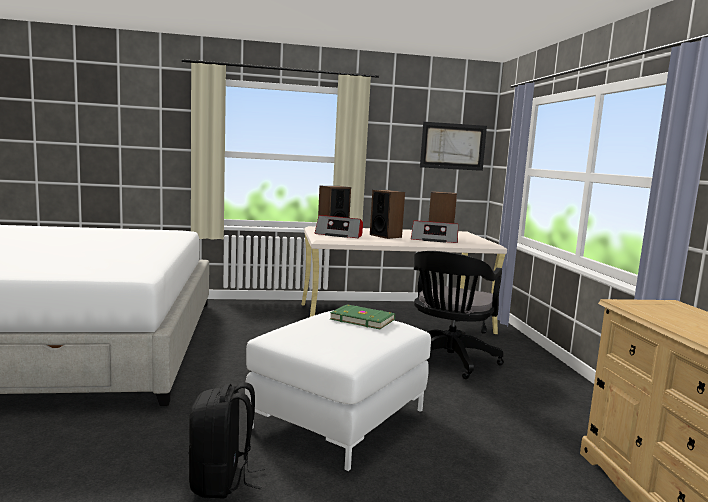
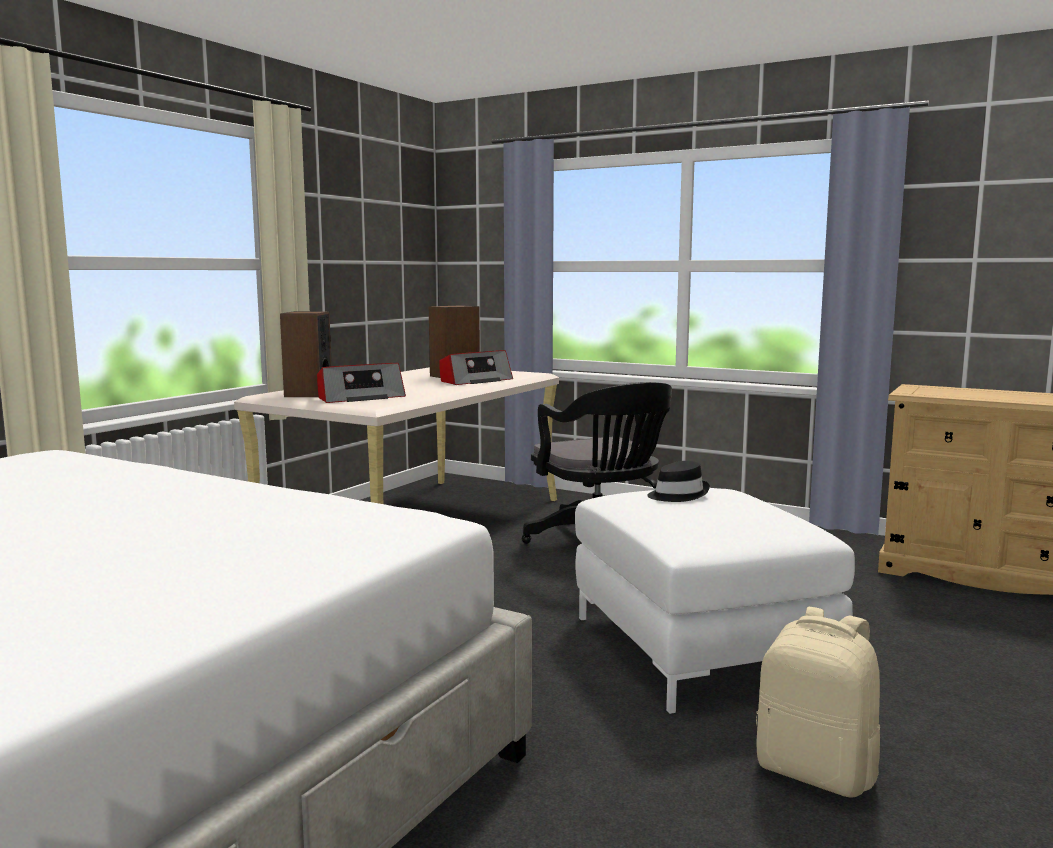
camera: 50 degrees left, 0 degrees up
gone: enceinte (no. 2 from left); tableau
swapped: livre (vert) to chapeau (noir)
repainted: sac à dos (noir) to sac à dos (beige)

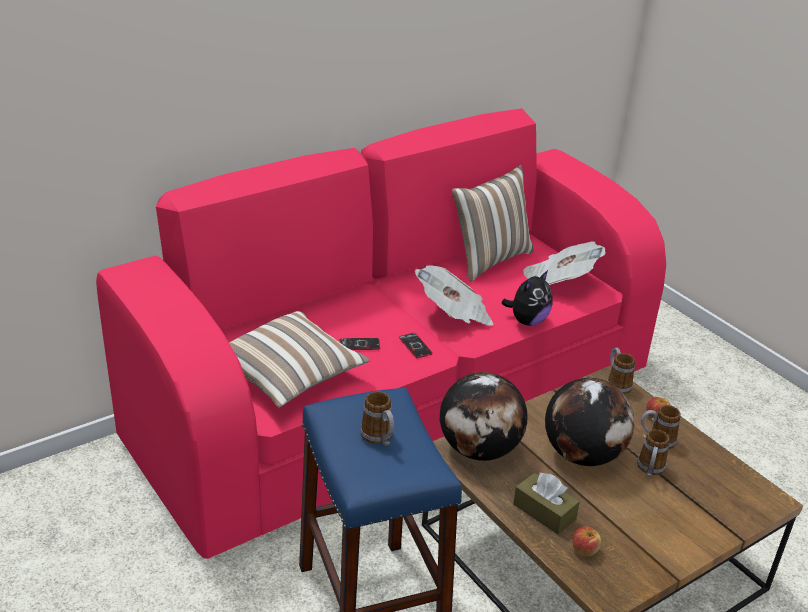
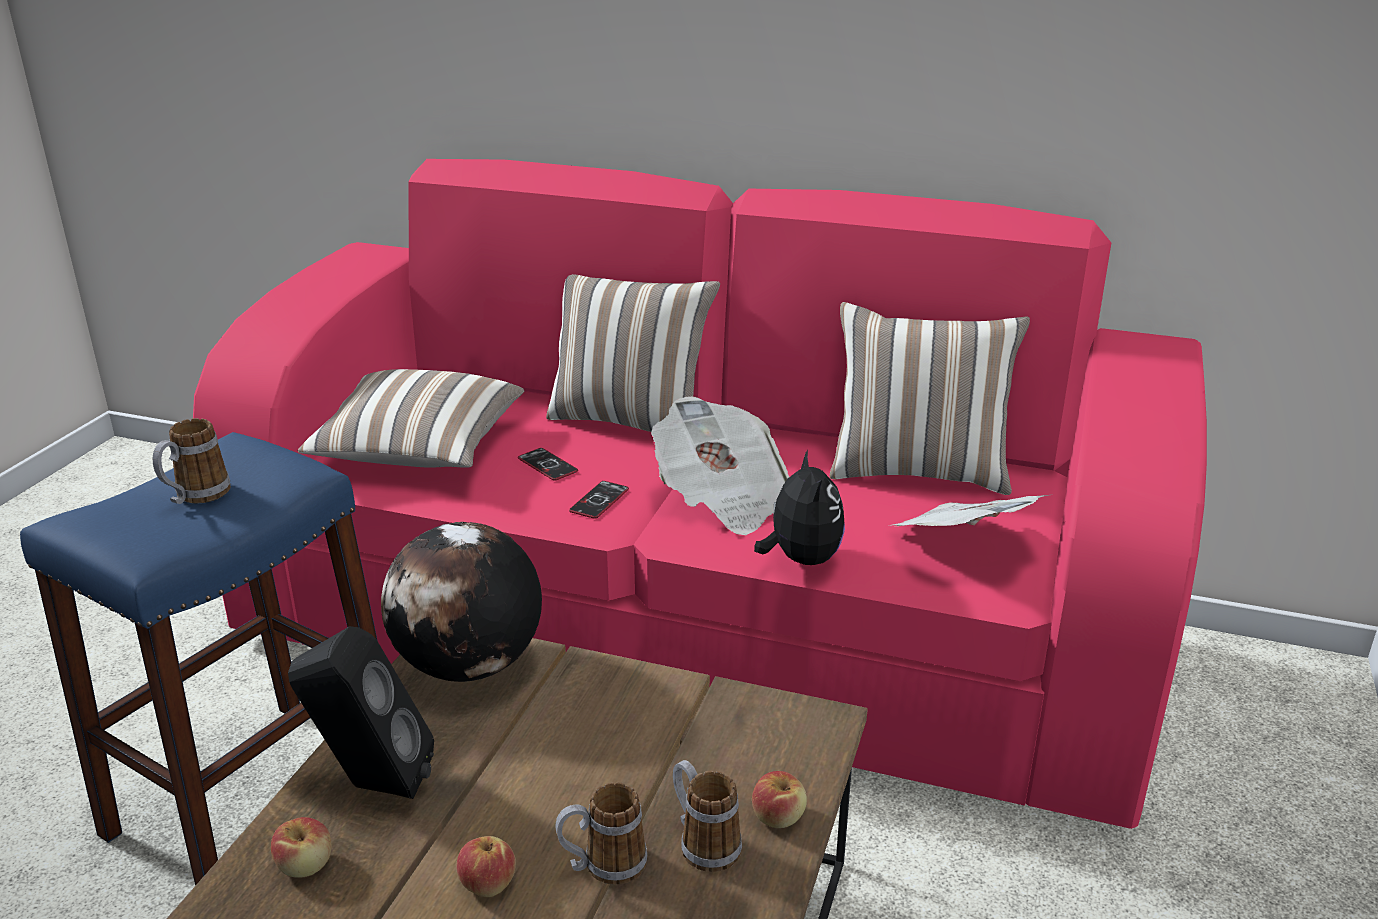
camera: 55 degrees right, 5 degrees down
gone: globe (no. 2 from left); mug (no. 2 from left)
new: pomme (no. 2 from left); coussin (no. 2 from left)
swapped: boîte à mouchoirs (marron) to enceinte (noir)
rotated: peluche 105 degrees counterclockwise

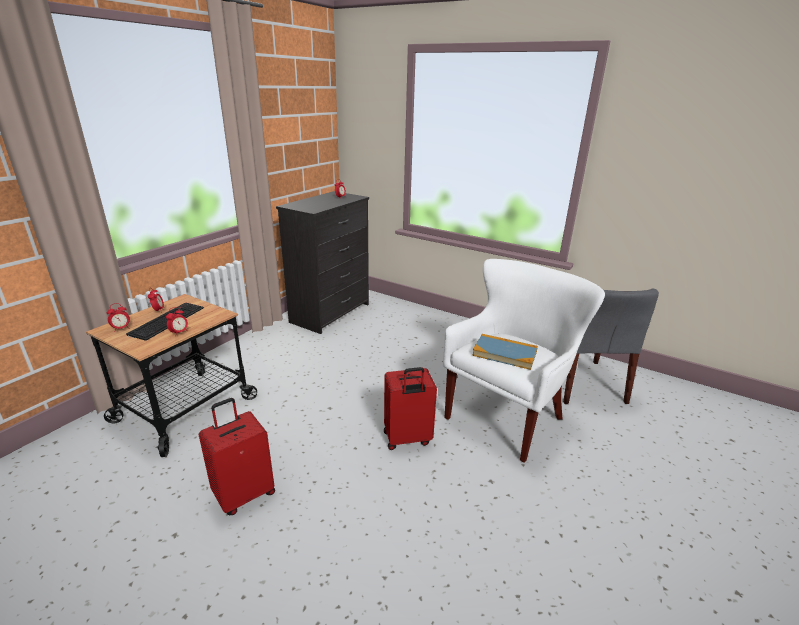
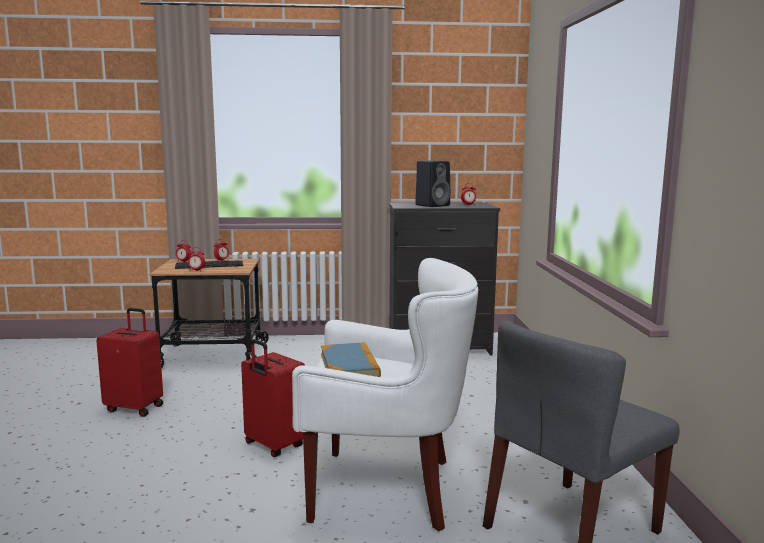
camera: 55 degrees right, 15 degrees down
new: enceinte (noir)

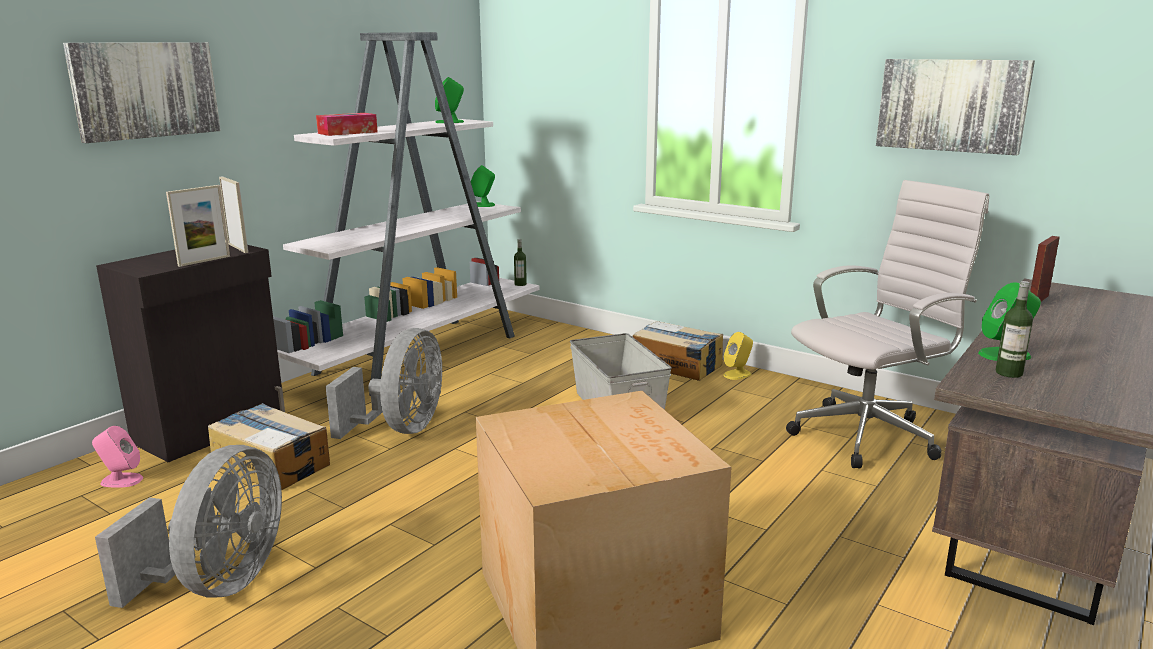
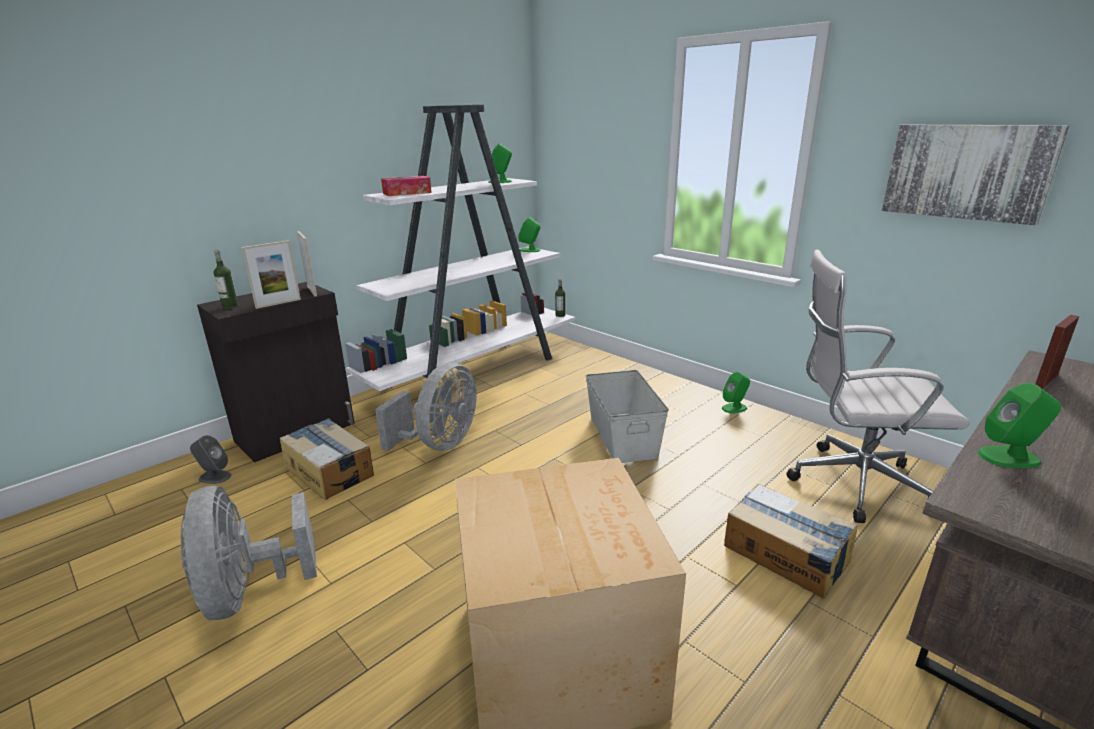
camera: 10 degrees right, 5 degrees up
gone: tableau (no. 1 from left)
shifted: bouteille (no. 2 from left in the first image) to bouteille (no. 1 from left); carton (no. 3 from left)
repainted: enceinte (rose) to enceinte (gris); enceinte (jaune) to enceinte (vert) (no. 3 from left)
rotated: ventilateur (gris) (no. 1 from left) 135 degrees clockwise; chaise de bureau (blanc) 150 degrees counterclockwise

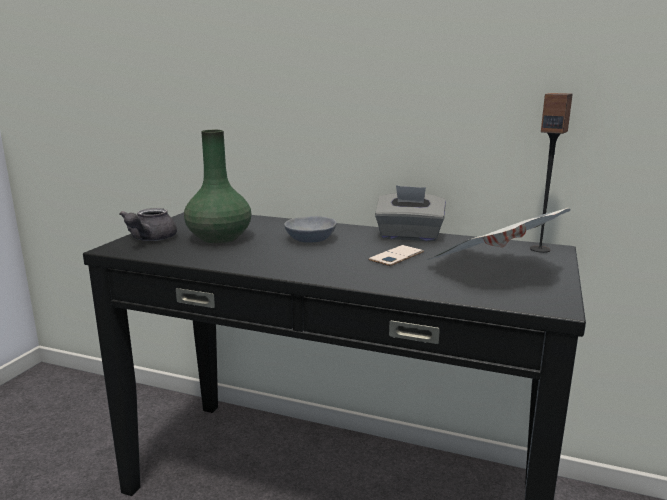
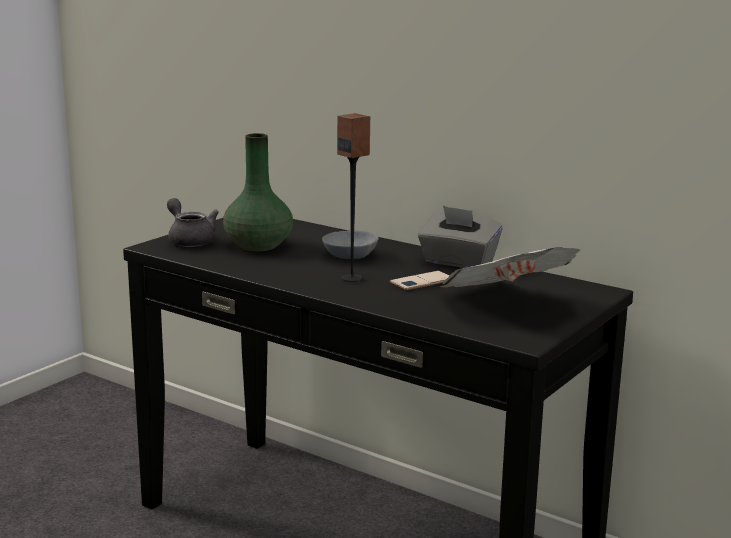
camera: 15 degrees right, 0 degrees up
shifted: enceinte
rotated: théière (gris) 120 degrees clockwise

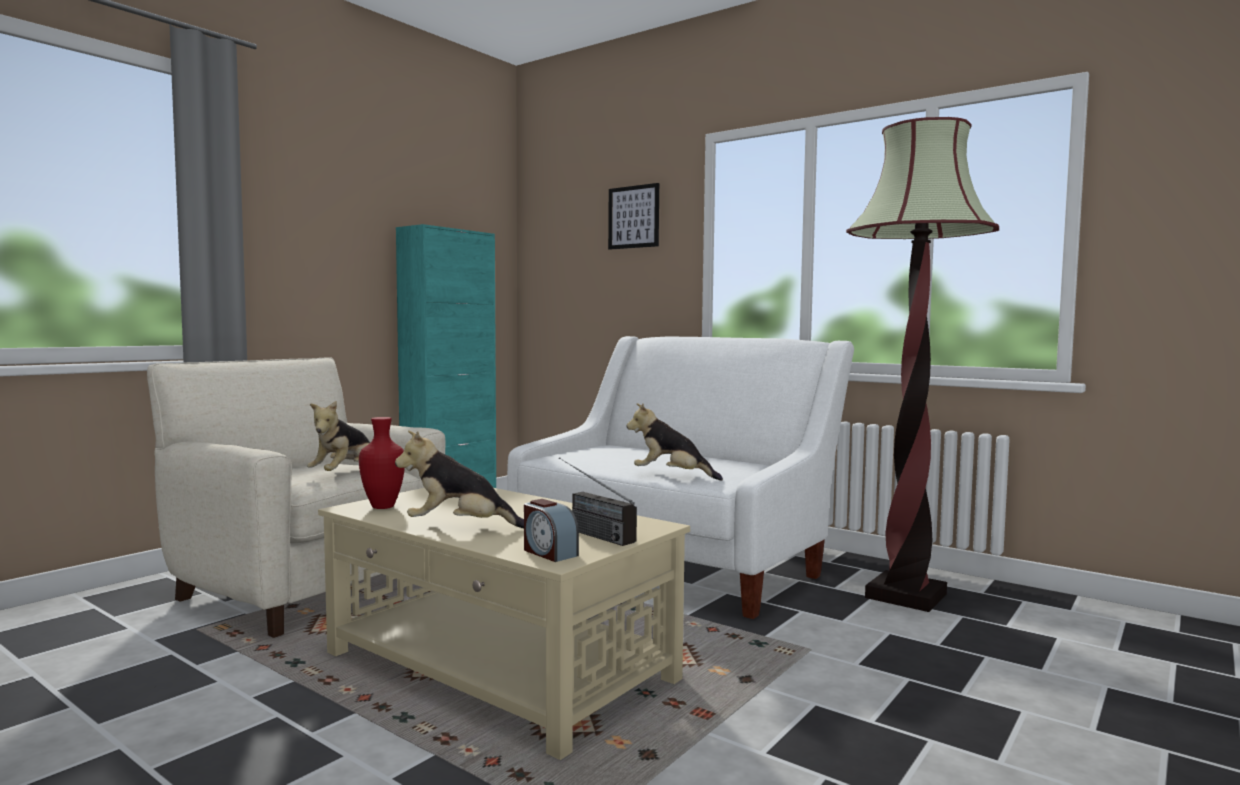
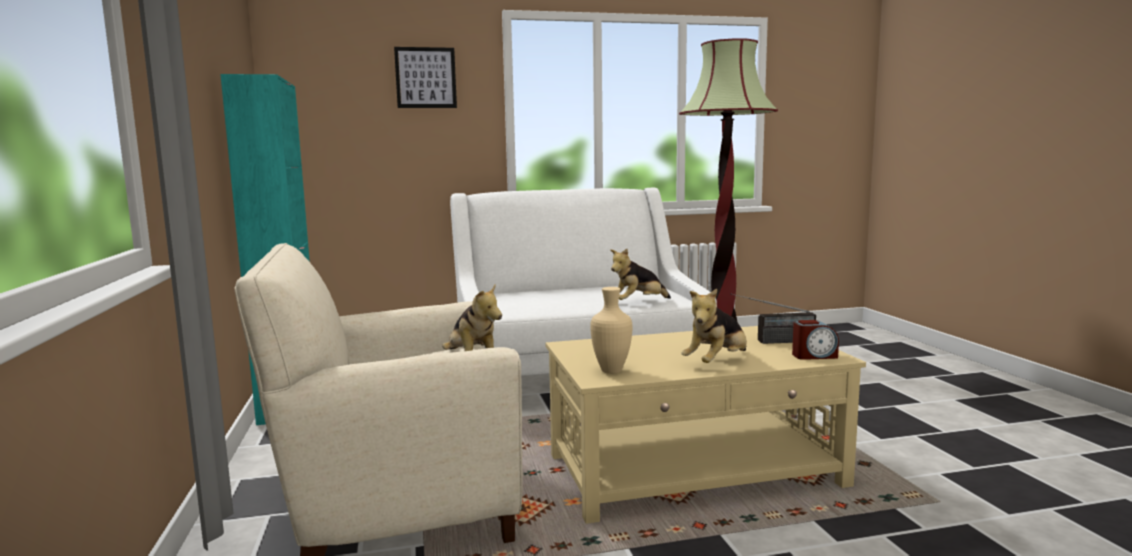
camera: 50 degrees left, 5 degrees up
repainted: vase (rouge) to vase (beige)

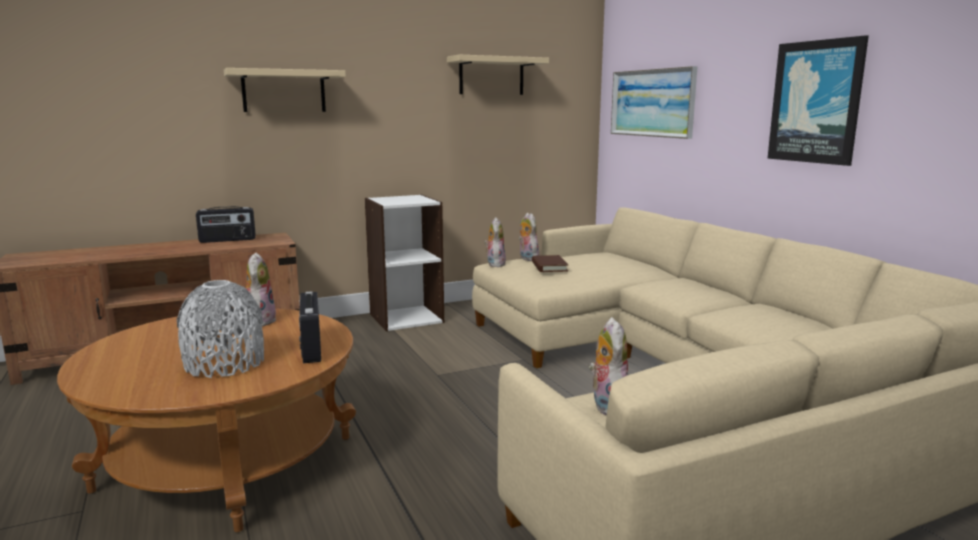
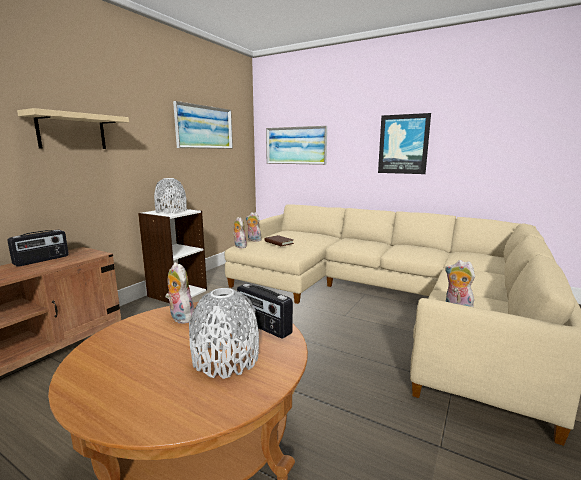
camera: 35 degrees left, 0 degrees up
new: vase (gris) (no. 1 from left)
swapped: étagère (beige) (no. 2 from left) to tableau (no. 1 from left)

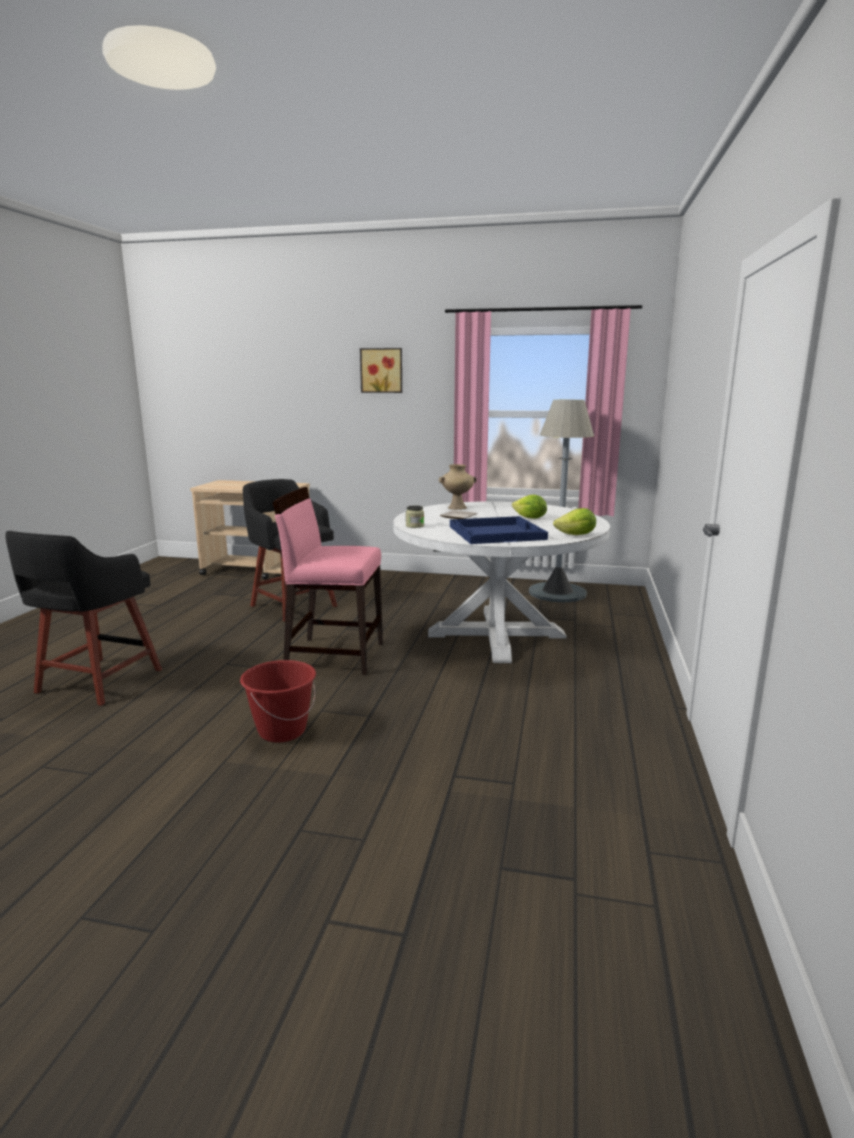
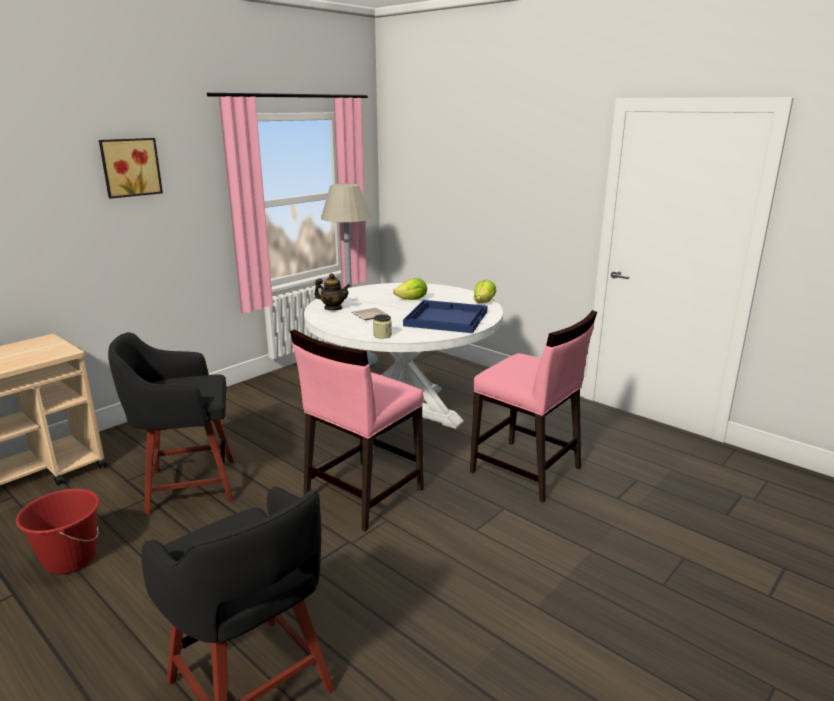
camera: 60 degrees left, 5 degrees up
new: chaise (rose) (no. 2 from left)
shifted: seau (rouge)
swapped: vase (beige) to théière

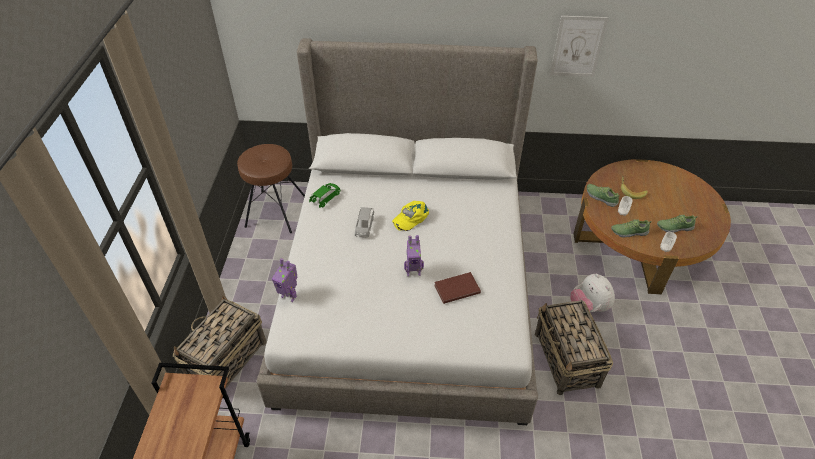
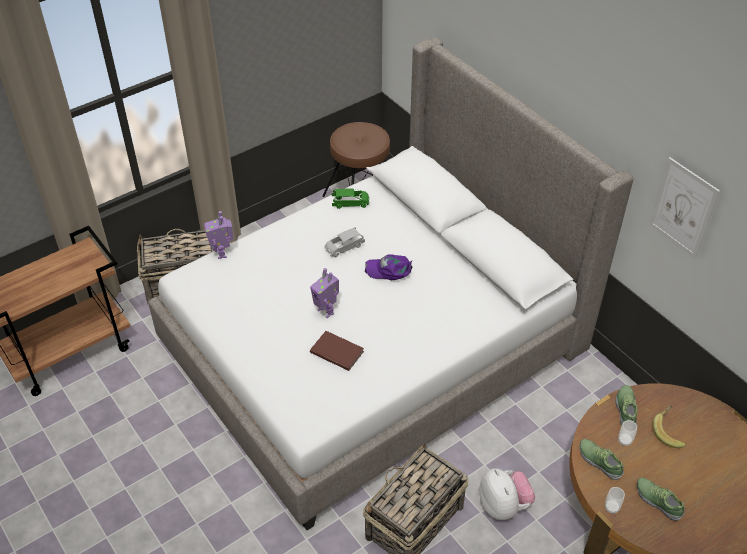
camera: 50 degrees right, 0 degrees up
repainted: casquette (jaune) to casquette (violet)
rotated: peluche 135 degrees clockwise

